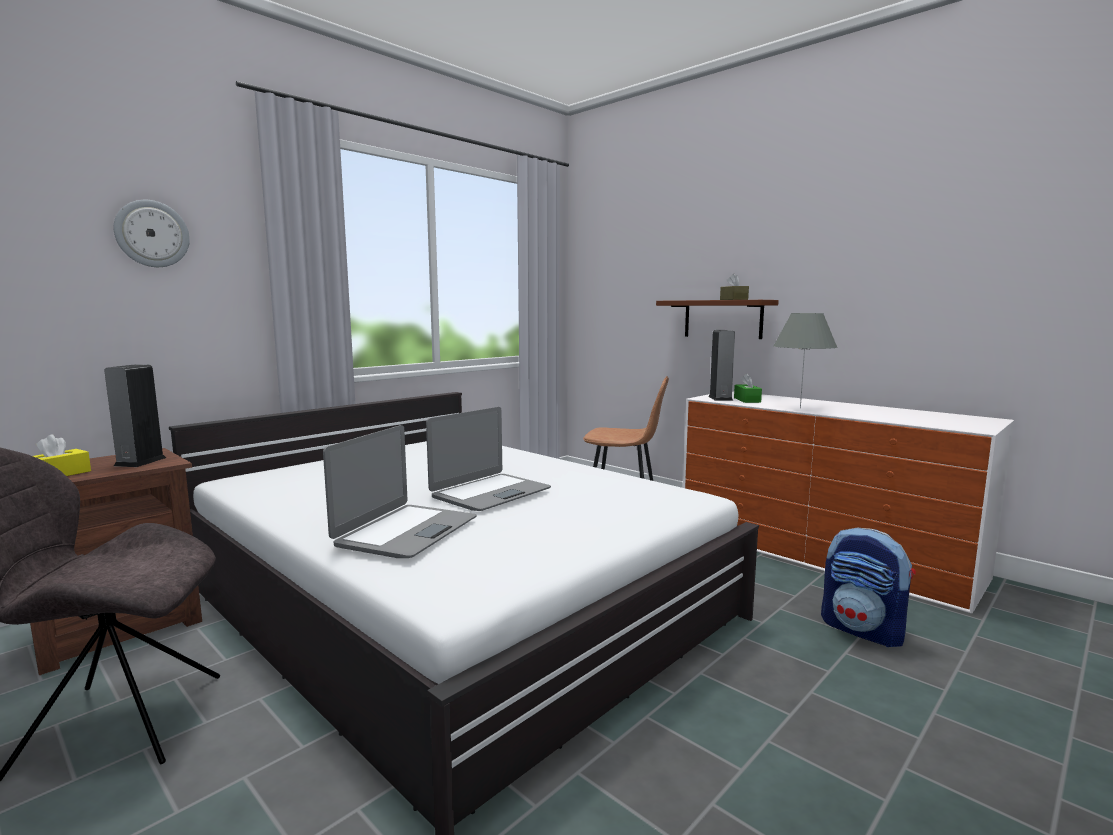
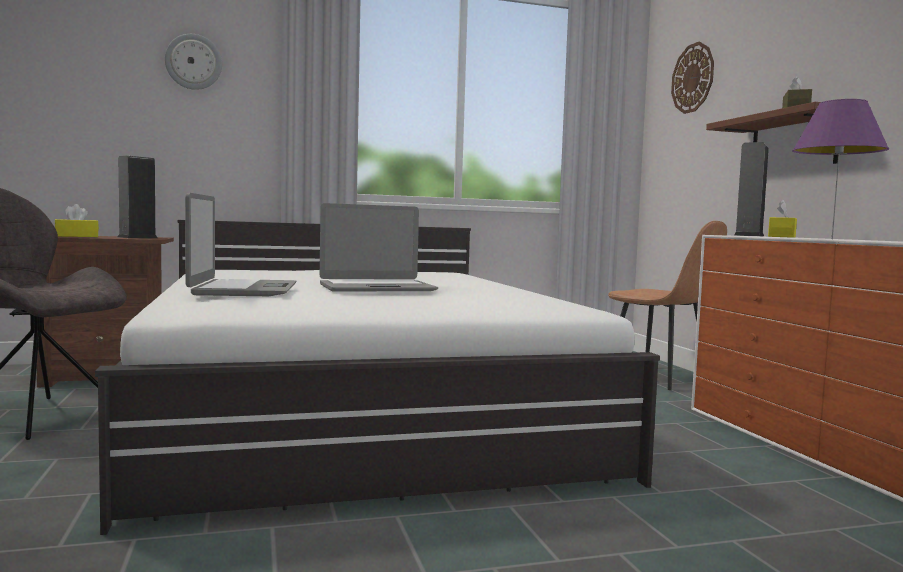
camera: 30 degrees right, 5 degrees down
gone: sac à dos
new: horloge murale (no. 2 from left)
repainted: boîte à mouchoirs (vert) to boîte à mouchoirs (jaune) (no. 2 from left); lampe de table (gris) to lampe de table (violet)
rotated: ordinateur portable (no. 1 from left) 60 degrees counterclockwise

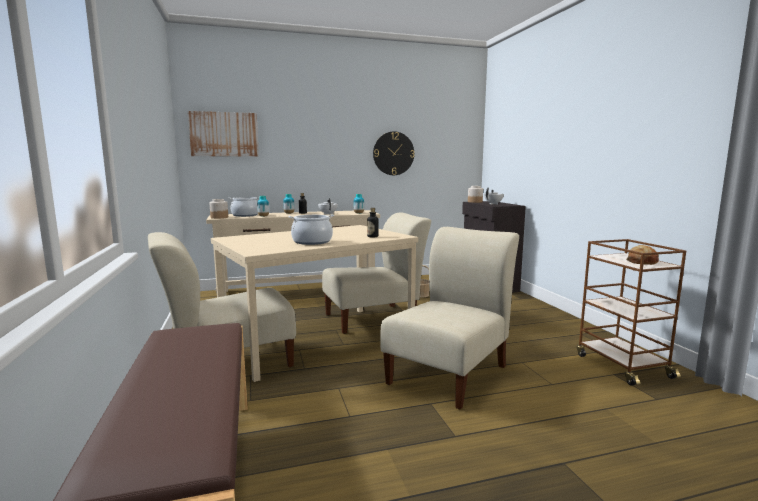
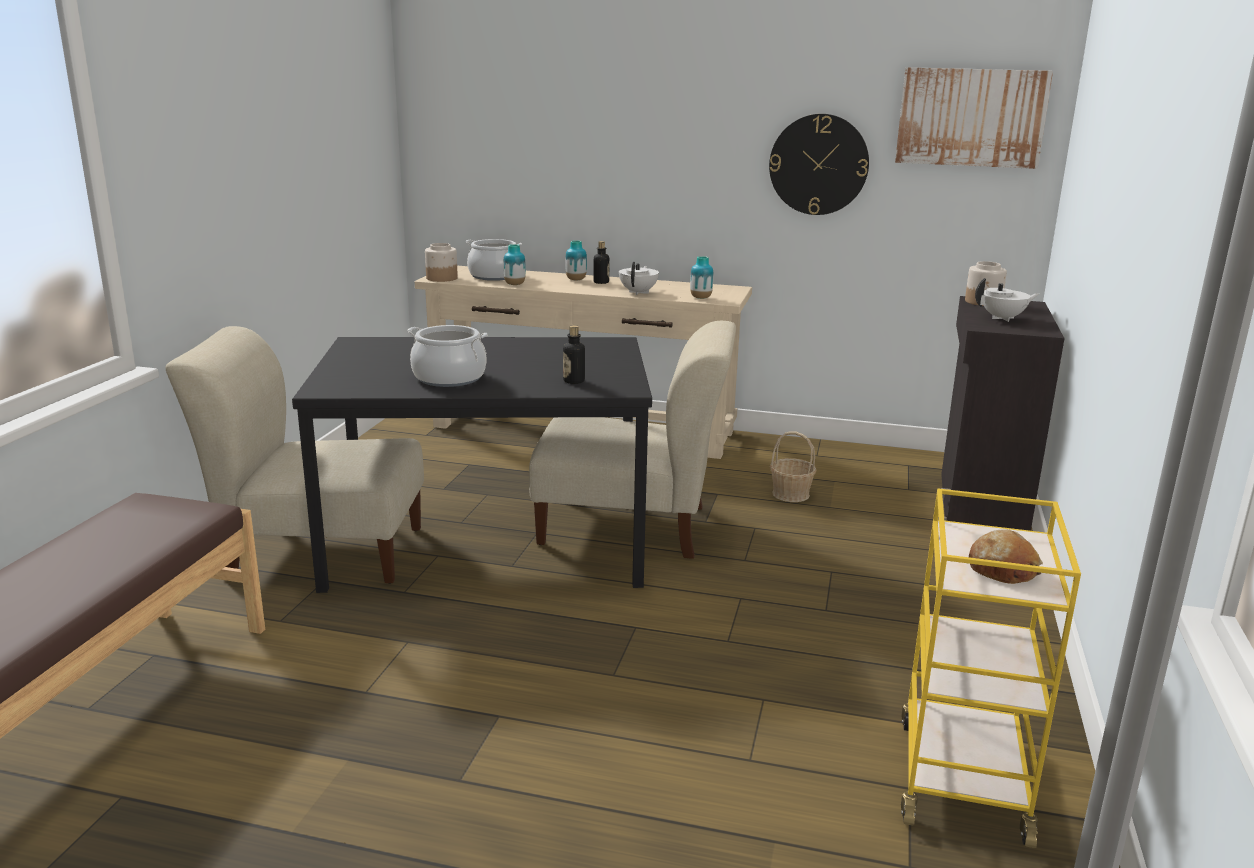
camera: 30 degrees right, 10 degrees up
gone: chaise (beige) (no. 3 from left)
shifted: tableau
repainted: table à manger (beige) to table à manger (noir); chariot (marron) to chariot (jaune)

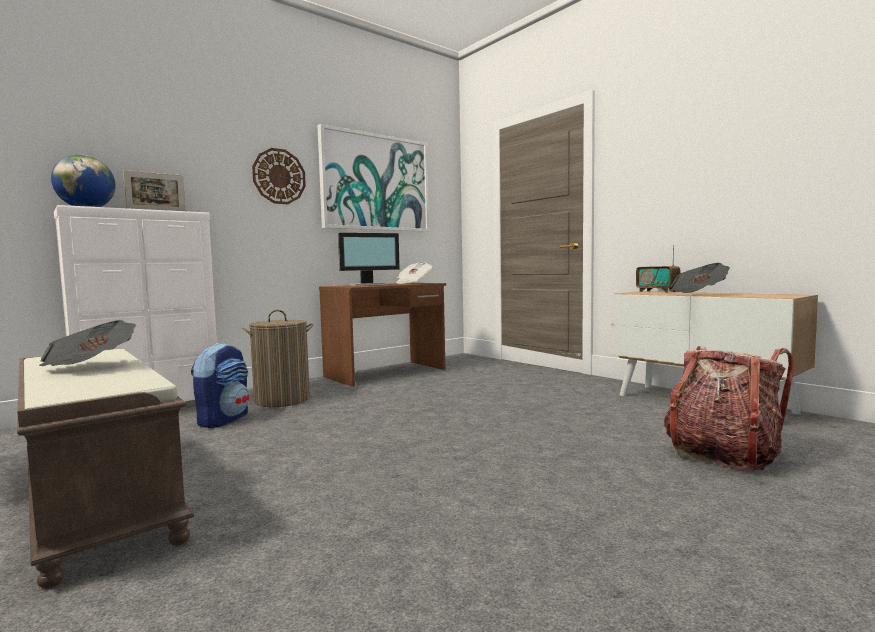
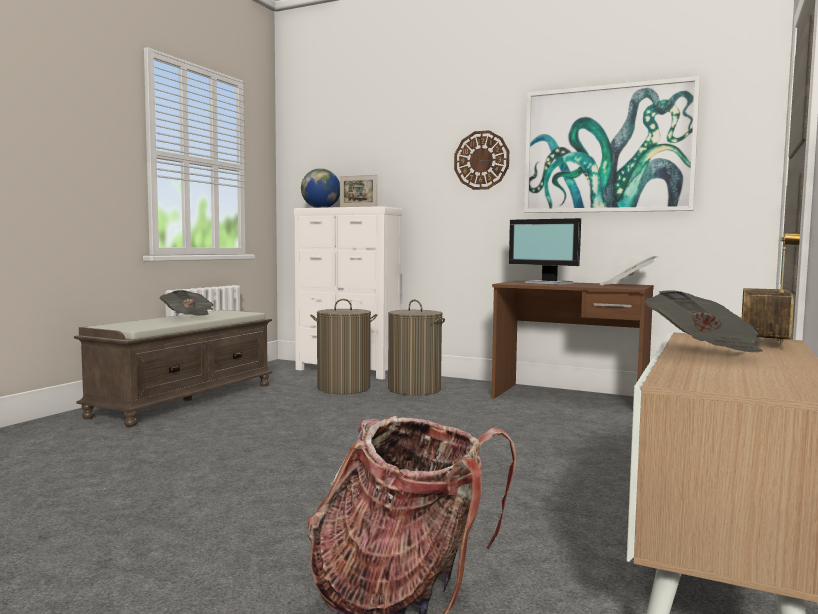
camera: 65 degrees right, 0 degrees up
swapped: sac à dos (no. 1 from left) to panier à linge (no. 1 from left)

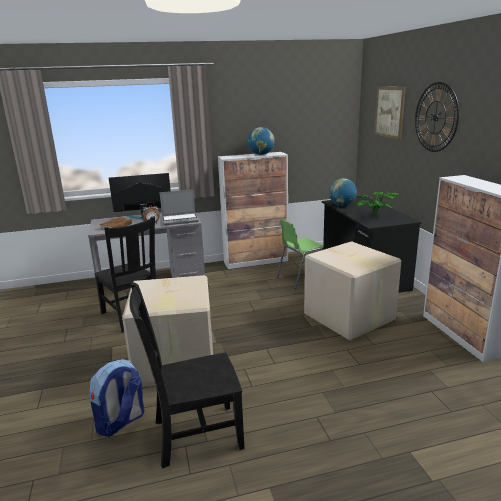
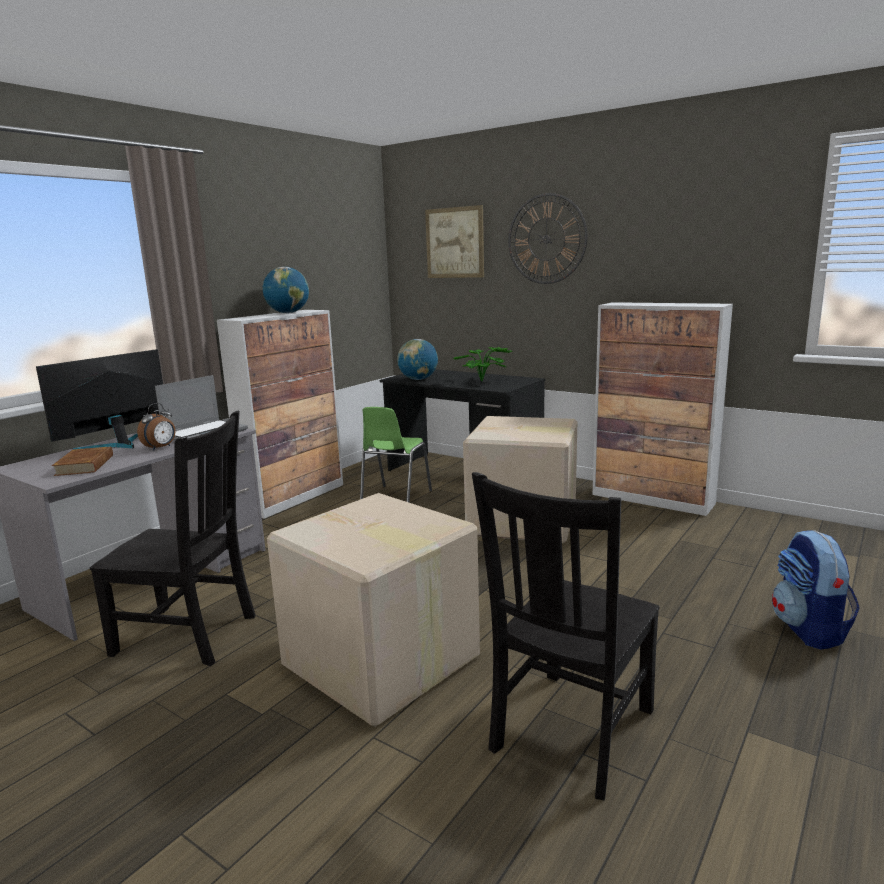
camera: 40 degrees left, 5 degrees down
shifted: sac à dos

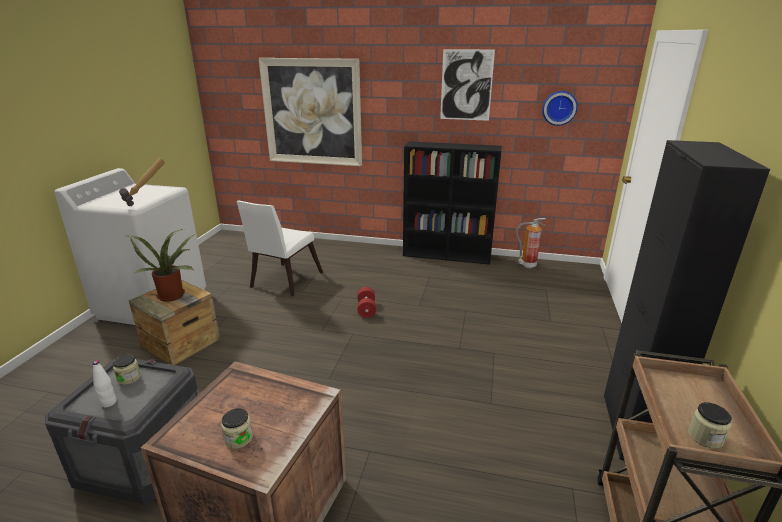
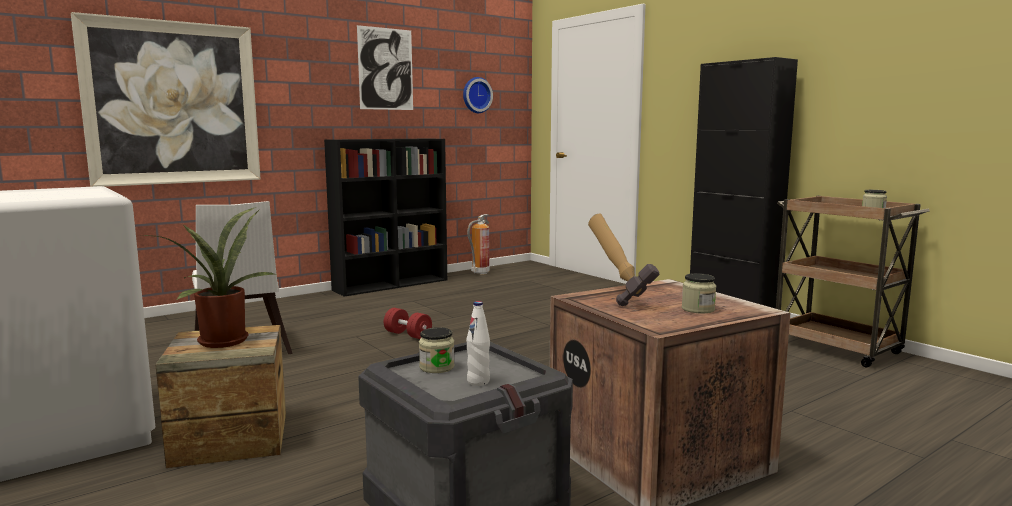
camera: 50 degrees left, 15 degrees down
shifted: marteau

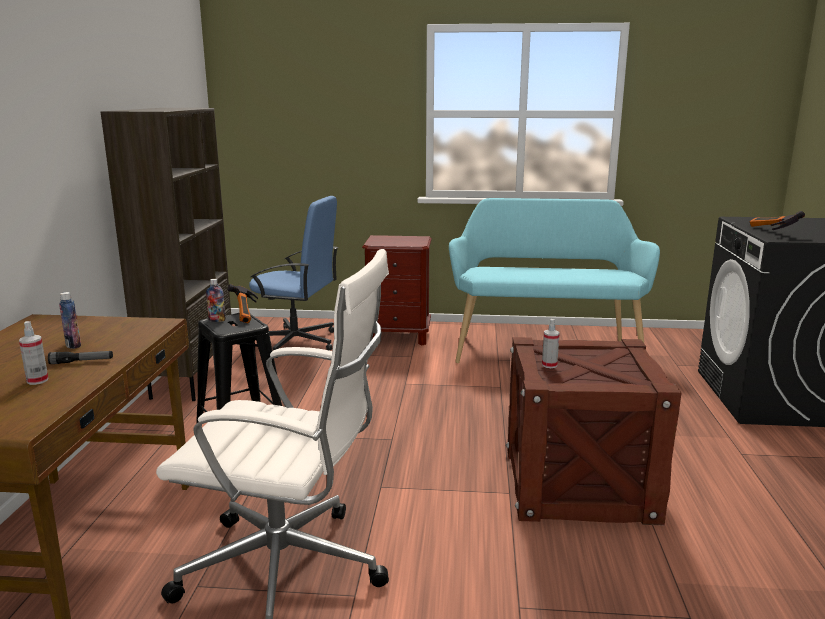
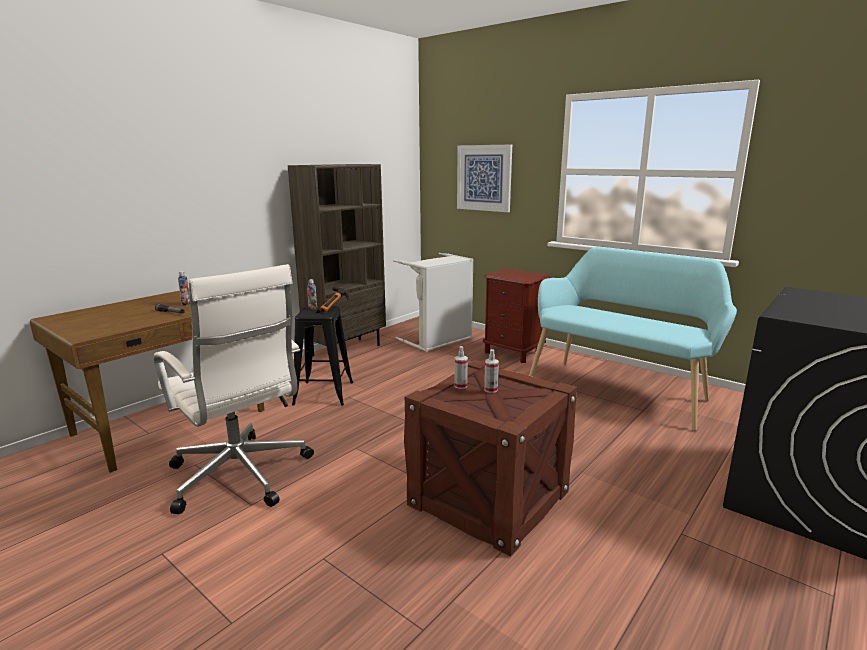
camera: 35 degrees right, 0 degrees up
gone: marteau (no. 2 from left)
new: tableau
shifted: vaporisateur (no. 1 from left in the first image) to vaporisateur (no. 2 from left)
swapped: chaise de bureau (bleu) to panier à linge (gris)

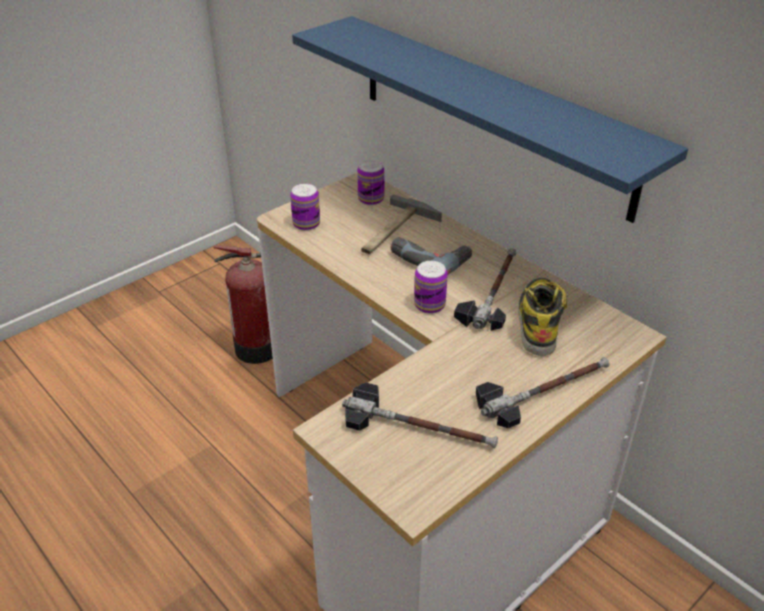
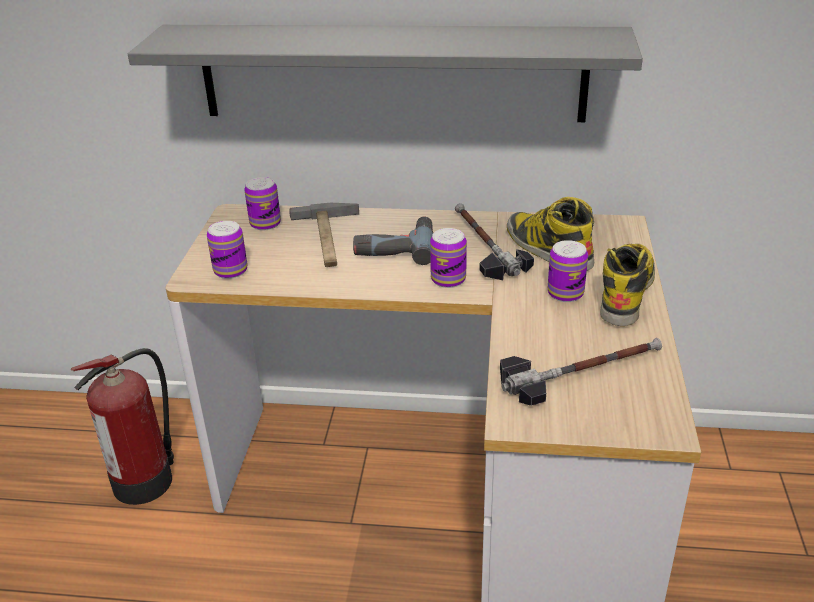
camera: 40 degrees left, 5 degrees down
new: boîte métallique (no. 4 from left)
swapped: marteau (no. 4 from left) to botte (no. 2 from left)
repainted: étagère (bleu) to étagère (gris)

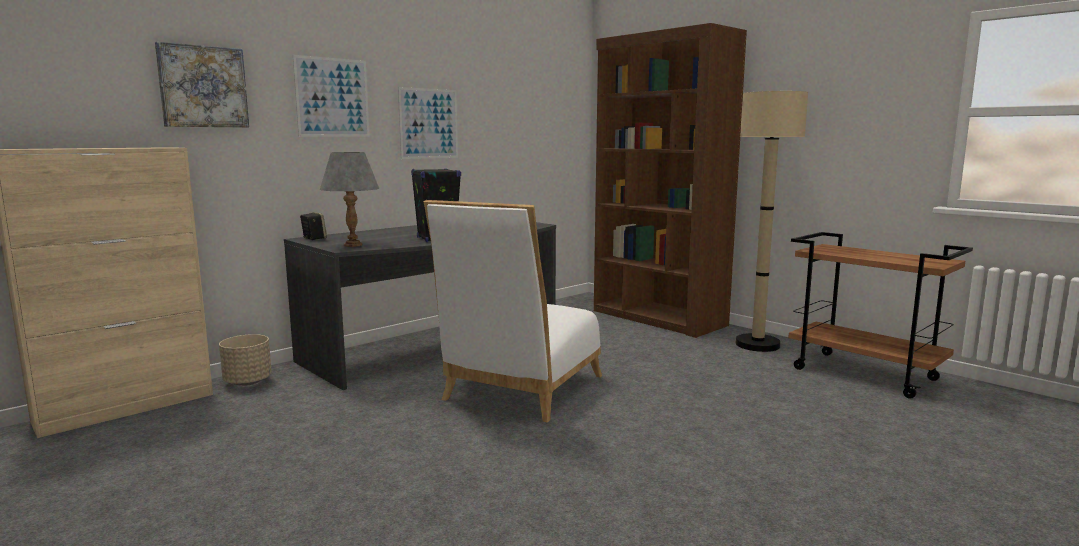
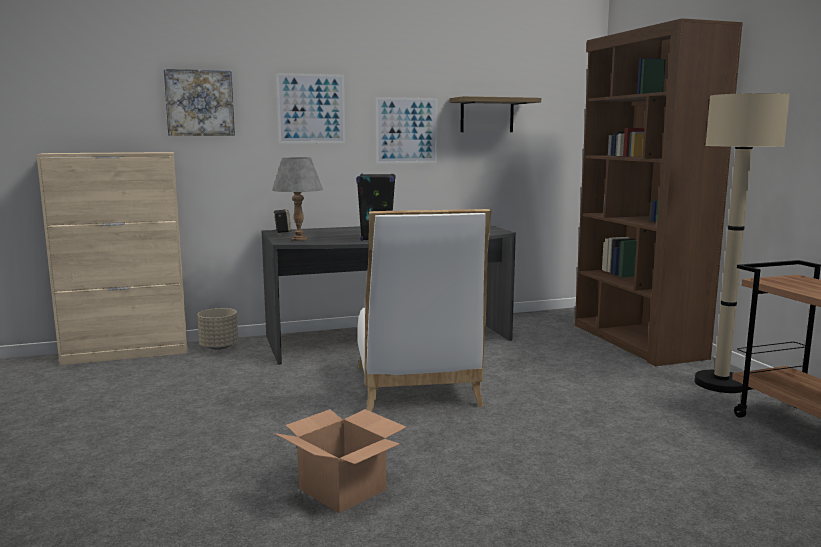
camera: 25 degrees right, 0 degrees up
new: carton; étagère
rotated: chaise (blanc) 60 degrees counterclockwise

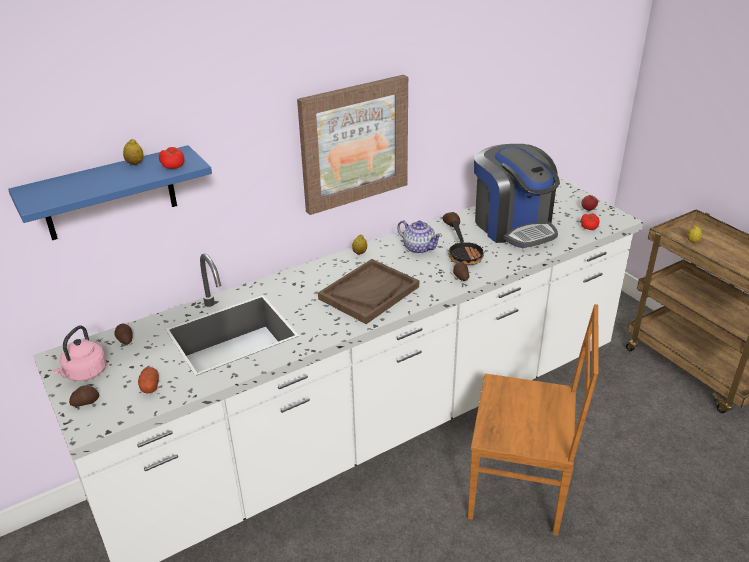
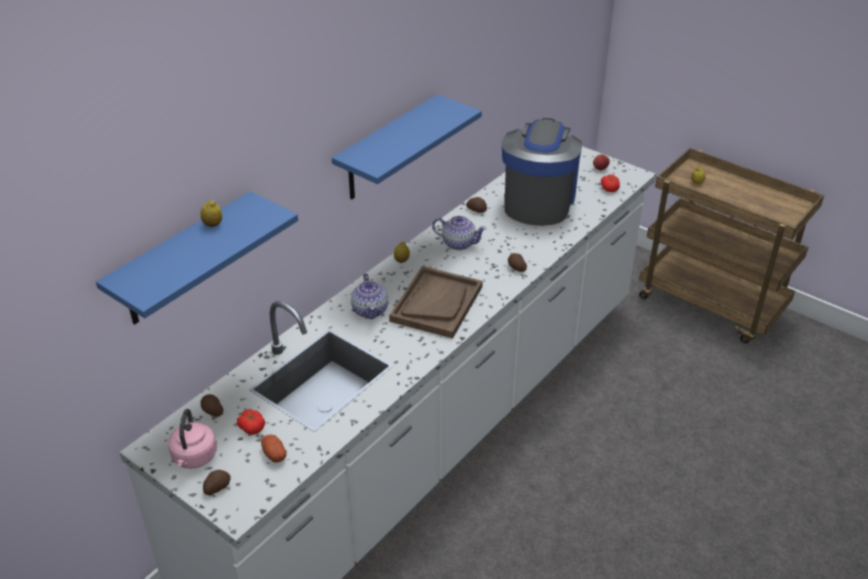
camera: 20 degrees left, 5 degrees up
gone: poêle; chaise (marron)
new: théière (no. 1 from left)
shifted: tomate (no. 1 from left)
swapped: tableau to étagère (bleu) (no. 2 from left)
rotated: machine à café 120 degrees counterclockwise

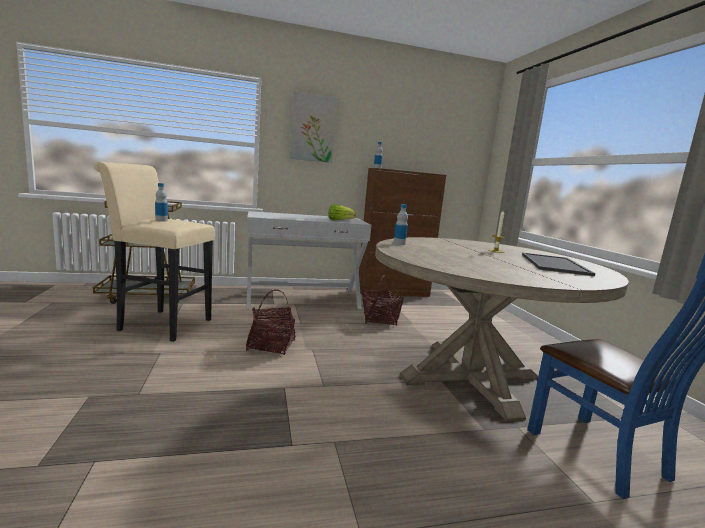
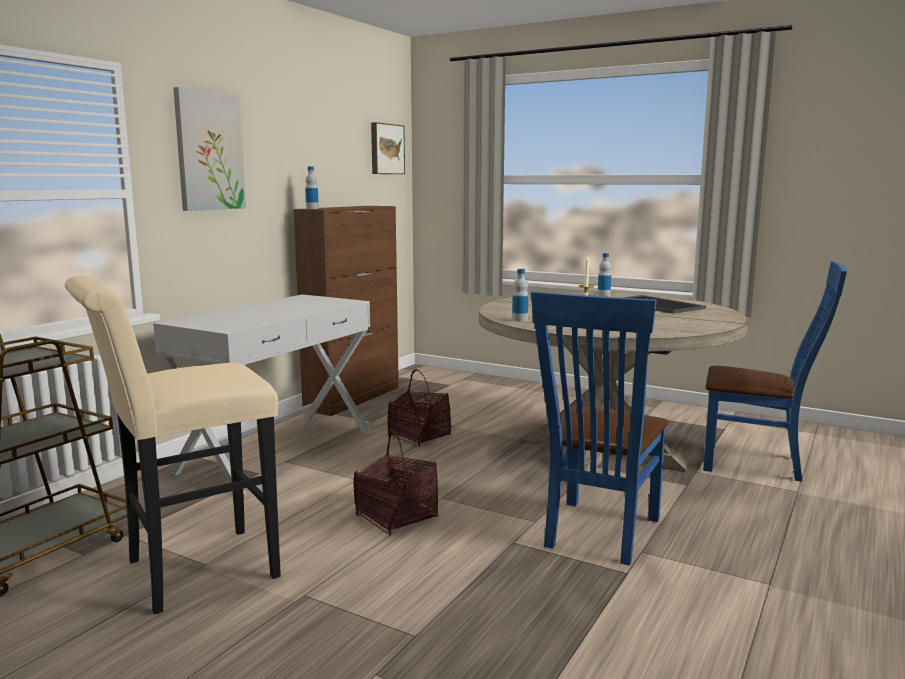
camera: 45 degrees left, 0 degrees up
gone: laitue
new: tableau (no. 2 from left); chaise (bleu) (no. 1 from left)
shifted: bouteille (no. 1 from left in the first image) to bouteille (no. 3 from left)

